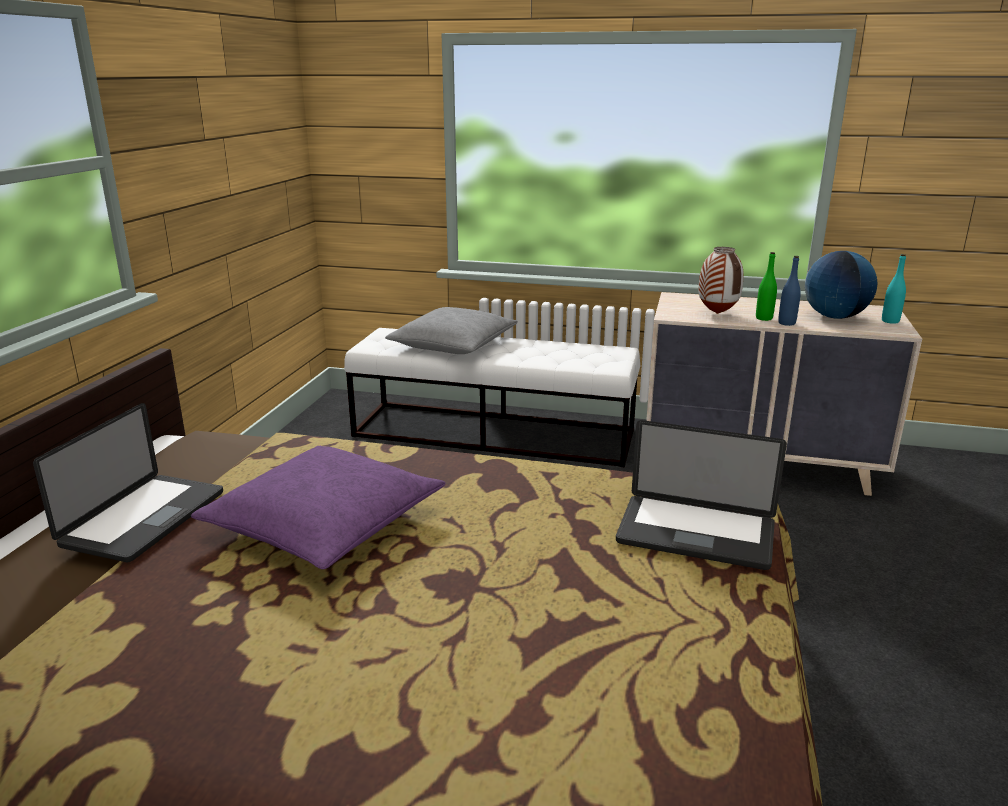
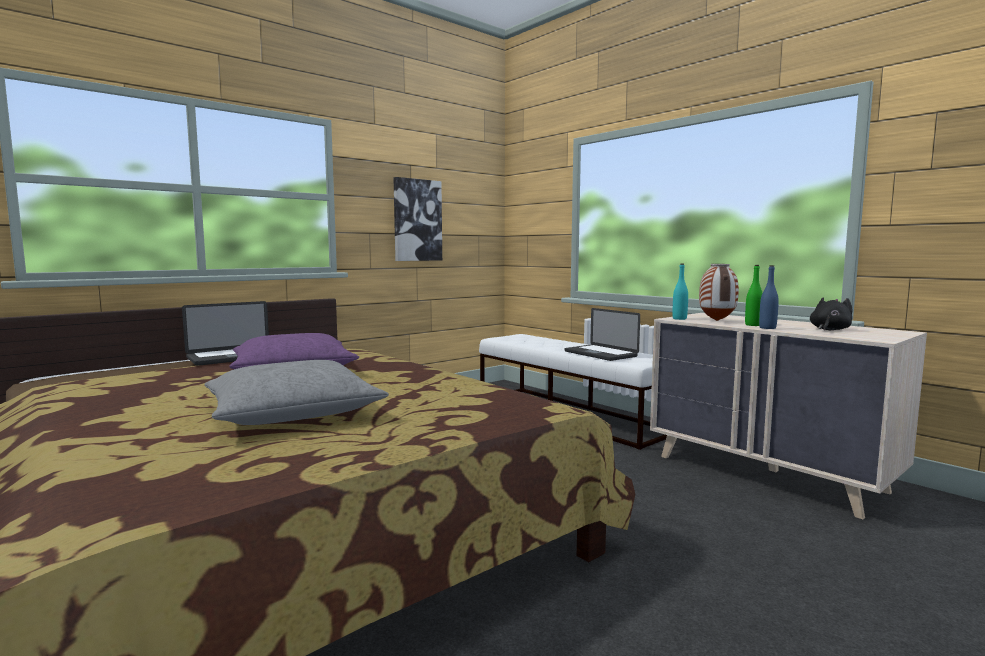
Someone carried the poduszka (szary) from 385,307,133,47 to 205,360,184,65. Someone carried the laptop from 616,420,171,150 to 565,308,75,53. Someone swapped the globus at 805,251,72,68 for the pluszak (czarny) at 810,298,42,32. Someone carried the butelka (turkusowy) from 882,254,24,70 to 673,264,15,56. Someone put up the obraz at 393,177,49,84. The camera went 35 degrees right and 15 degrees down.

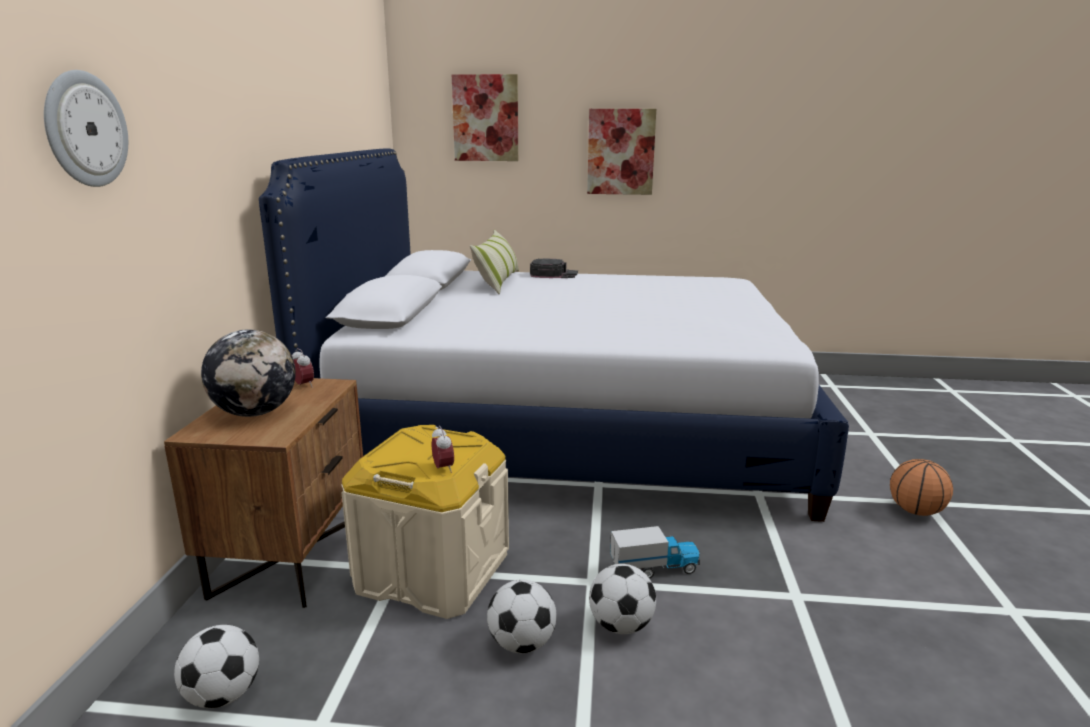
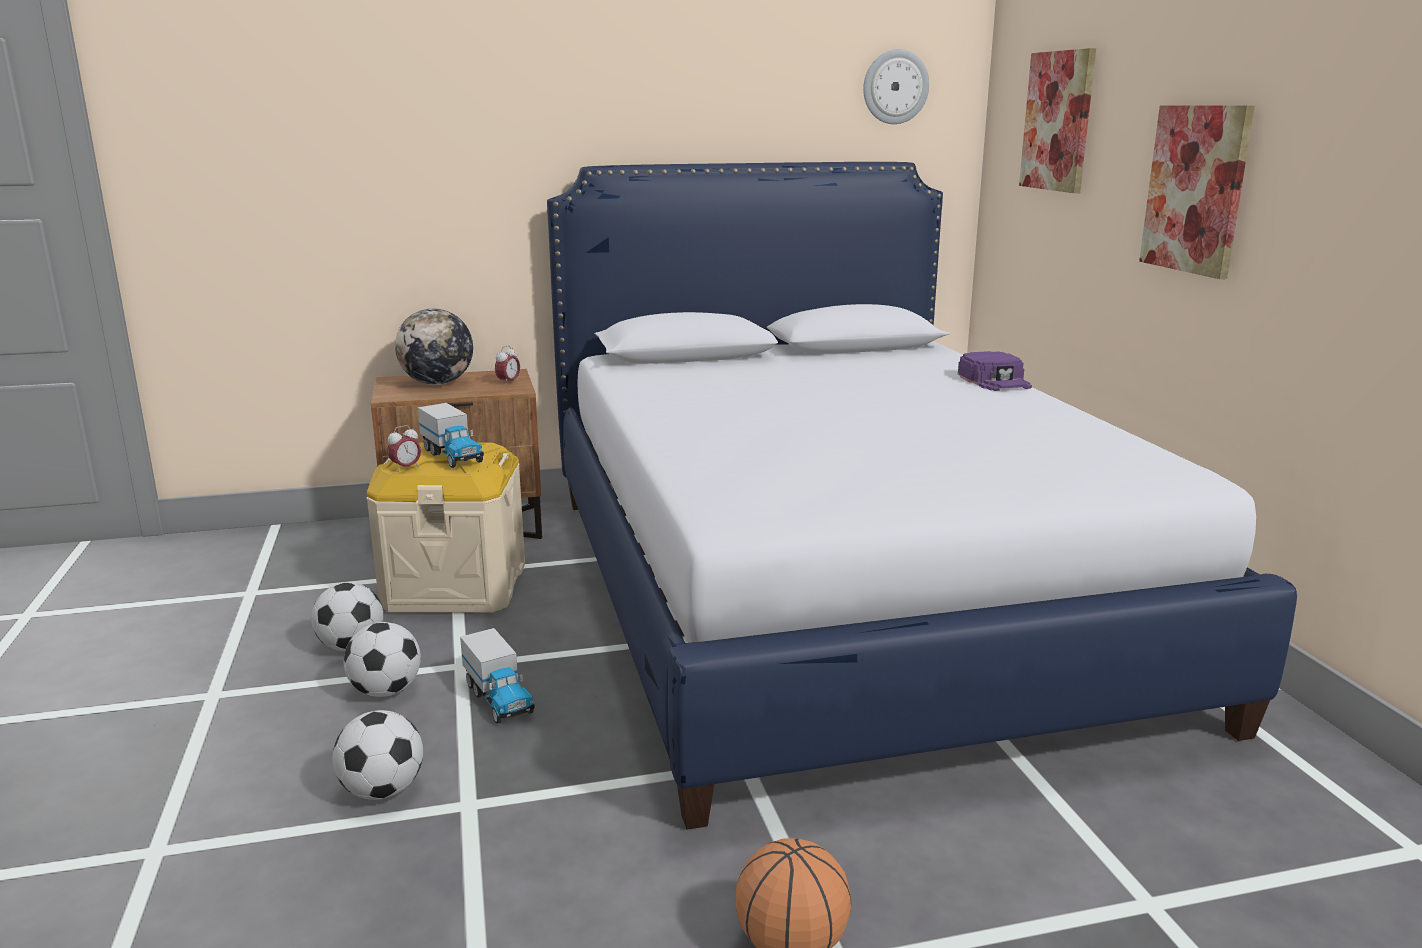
Someone carried the zegar ścienny from 44,70,84,117 to 863,49,66,75. Someone carried the piłka futbolowa from 174,625,85,83 to 333,710,90,90. Someone took away the poduszka at 470,229,49,65. Someone repainted the czapka z daszkiem (czarny) at 530,258,48,20, which became the czapka z daszkiem (fioletowy) at 958,351,74,40. Someone put down the ciężarówka zabawkowa at 418,403,66,65. The camera went 70 degrees right and 0 degrees up.

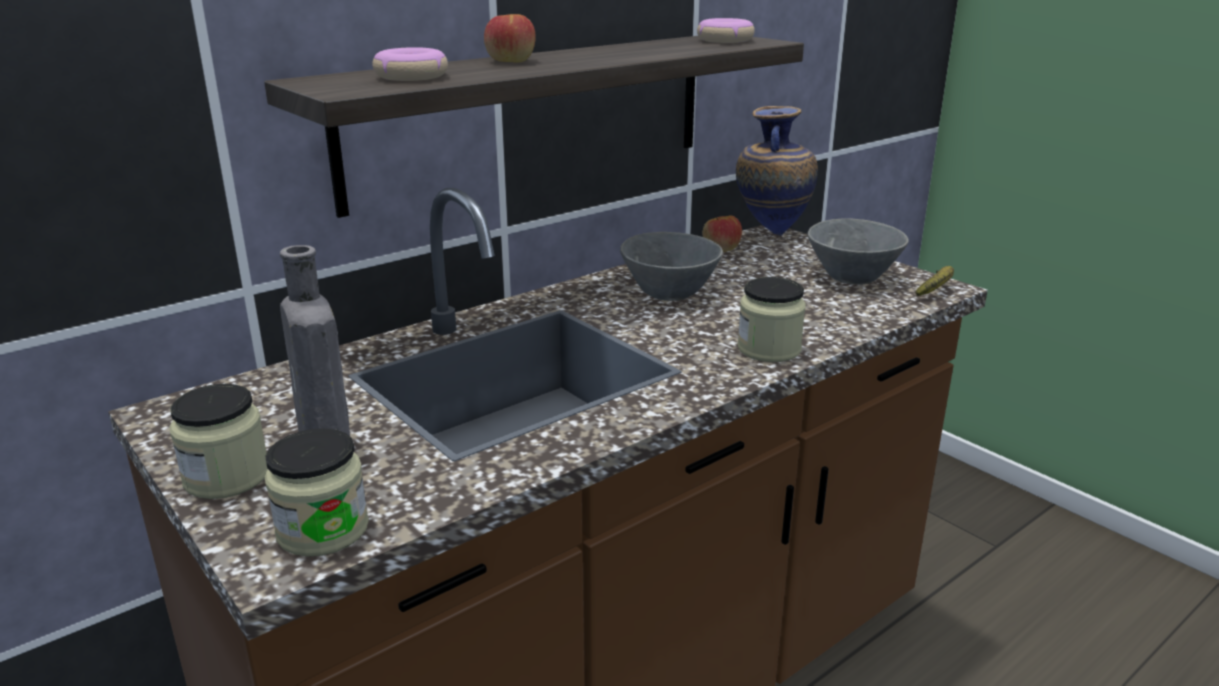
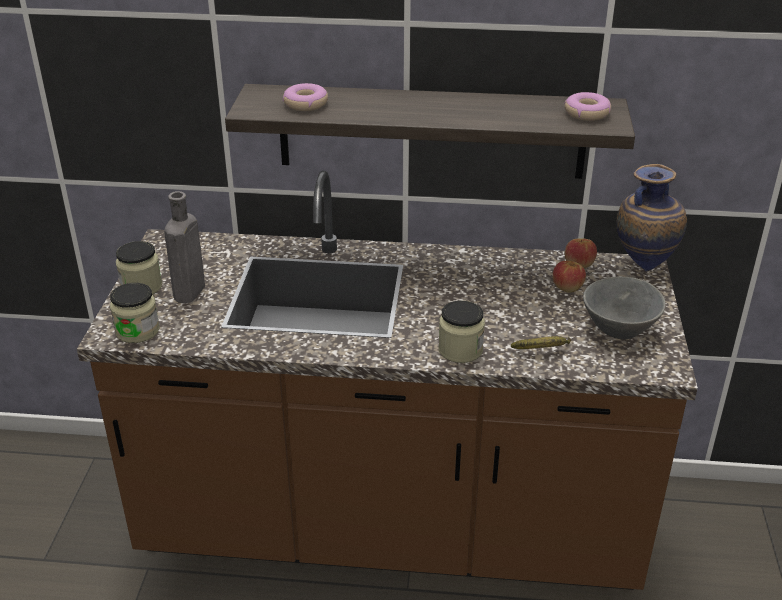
Someone carried the jabłko from 484,14,52,49 to 552,261,34,32. Someone took away the miska (szary) at 620,232,103,69. Someone carried the banan from 915,266,39,30 to 511,336,60,13. The camera went 45 degrees right and 10 degrees up.

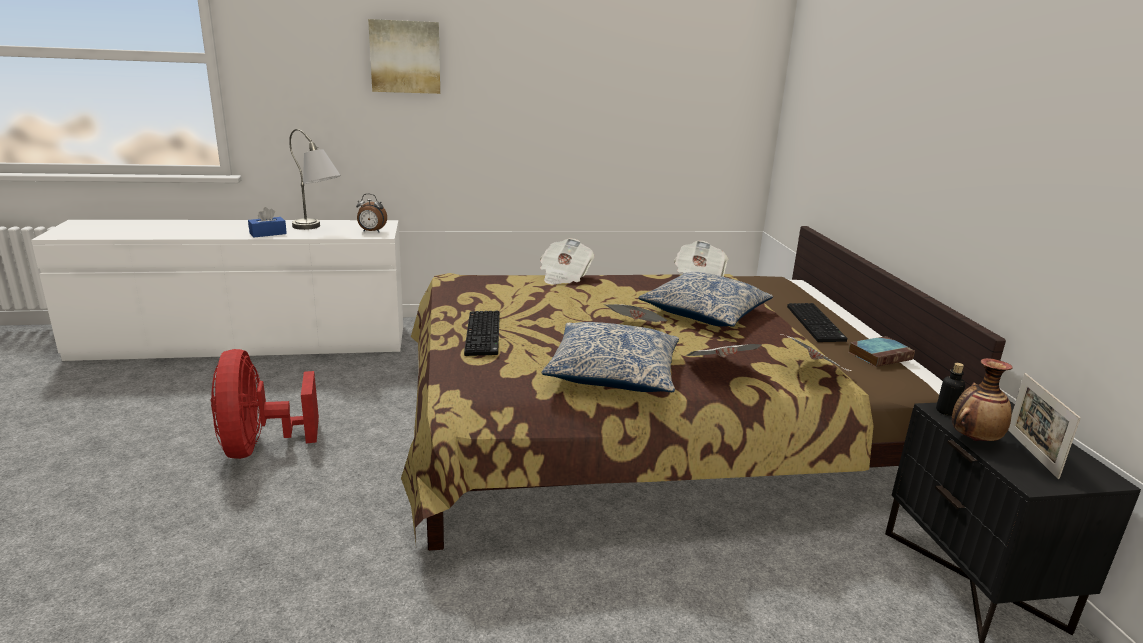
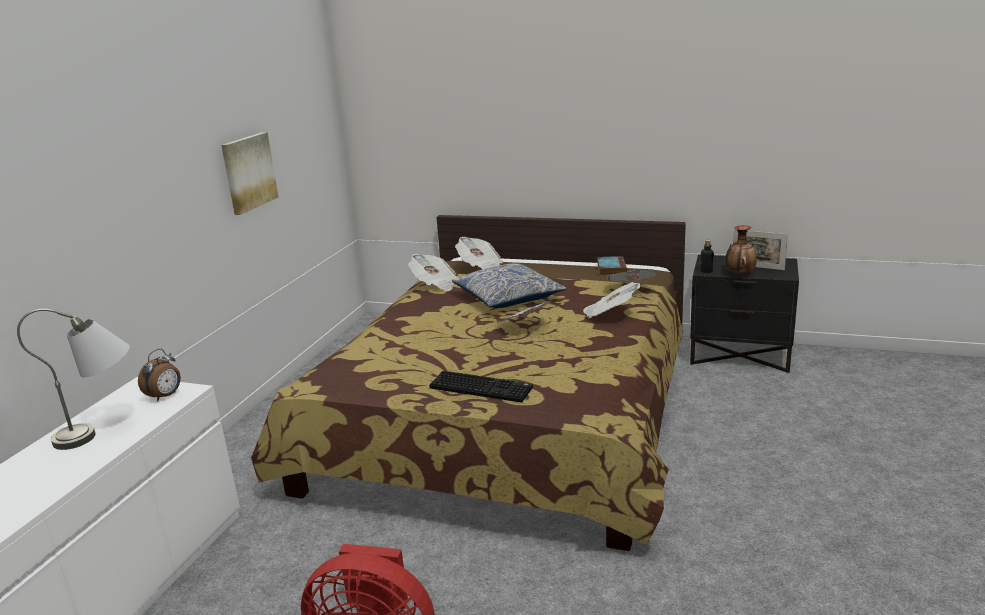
Someone took away the pudełko chusteczek (niebieski) at 248,207,39,31. Someone carried the obraz from 368,19,72,75 to 221,132,58,83. Someone carried the gazeta from 540,238,54,47 to 455,237,48,32. Someone took away the poduszka at 541,322,138,70. Someone took away the klawiatura at 787,303,60,39. The camera went 60 degrees left and 0 degrees up.

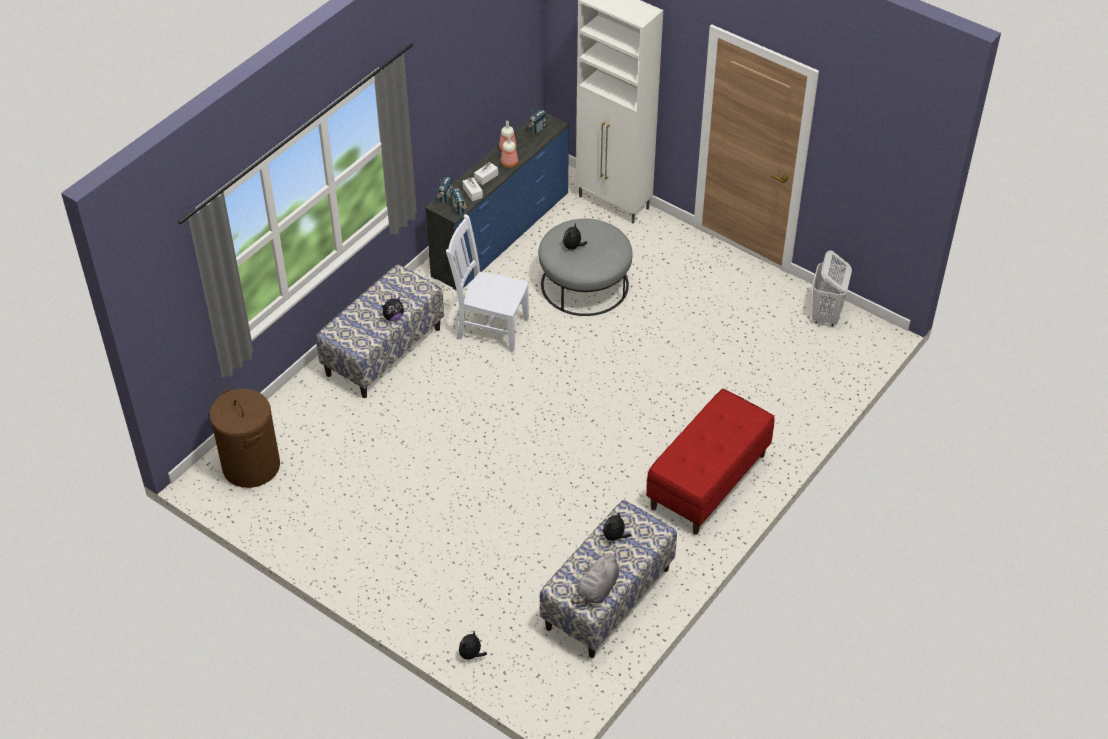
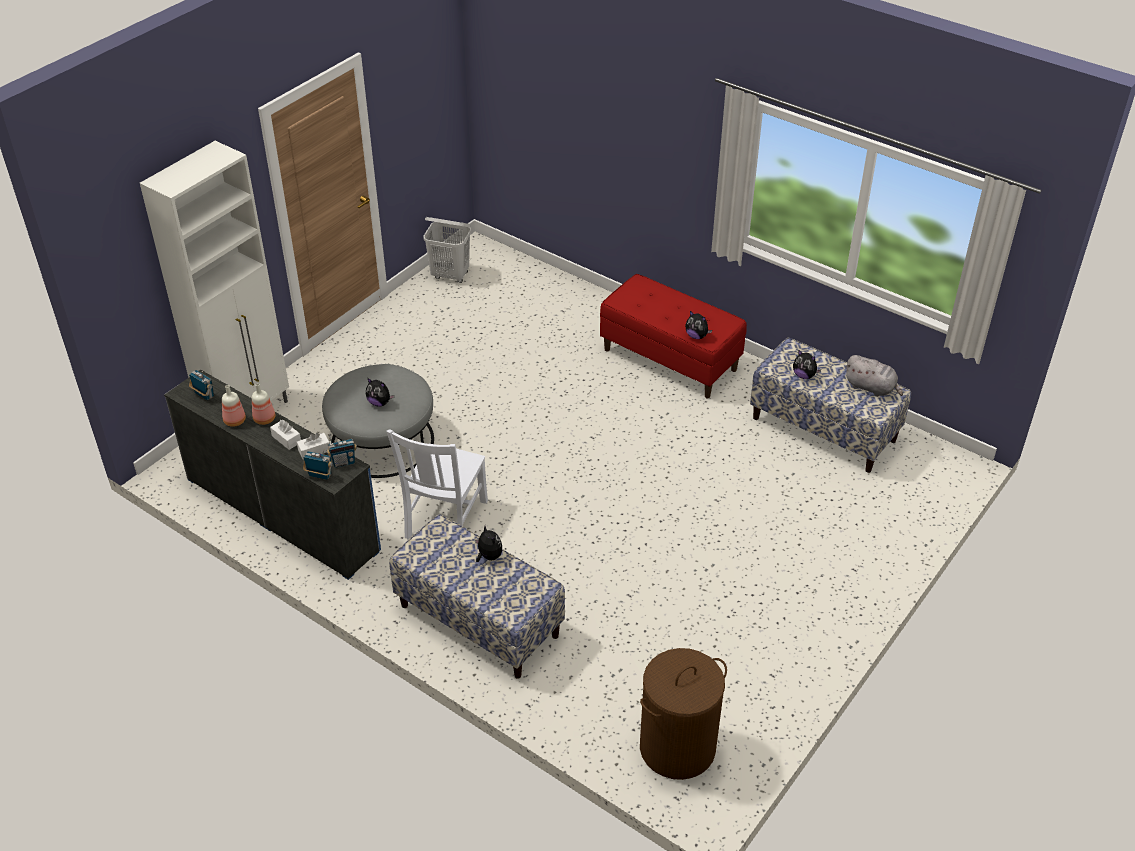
Someone carried the pluszak from 459,631,28,29 to 685,311,27,28. The camera went 90 degrees left and 5 degrees down.

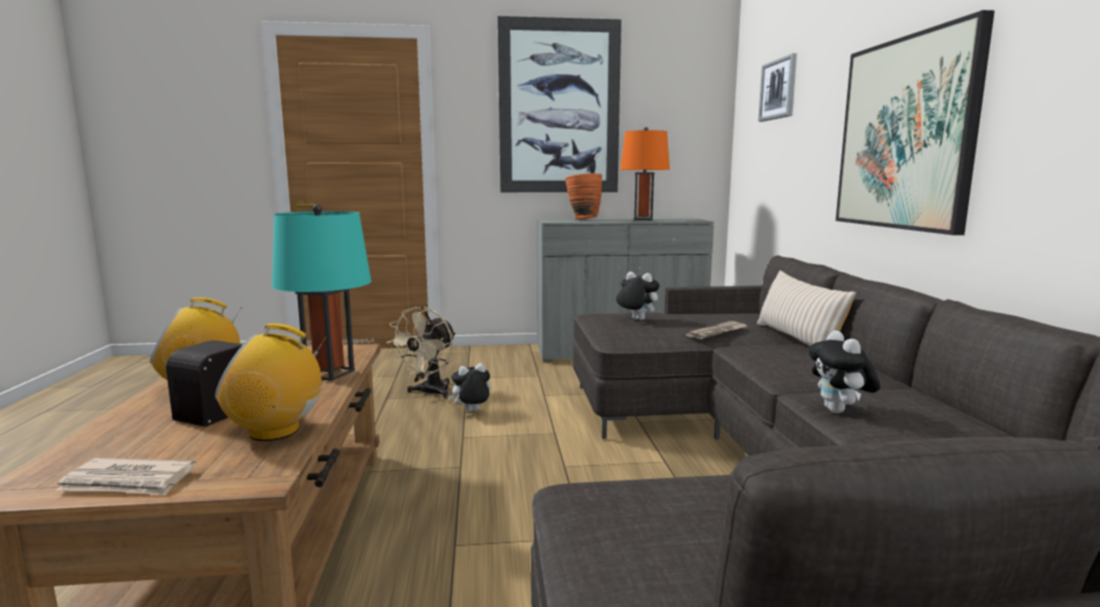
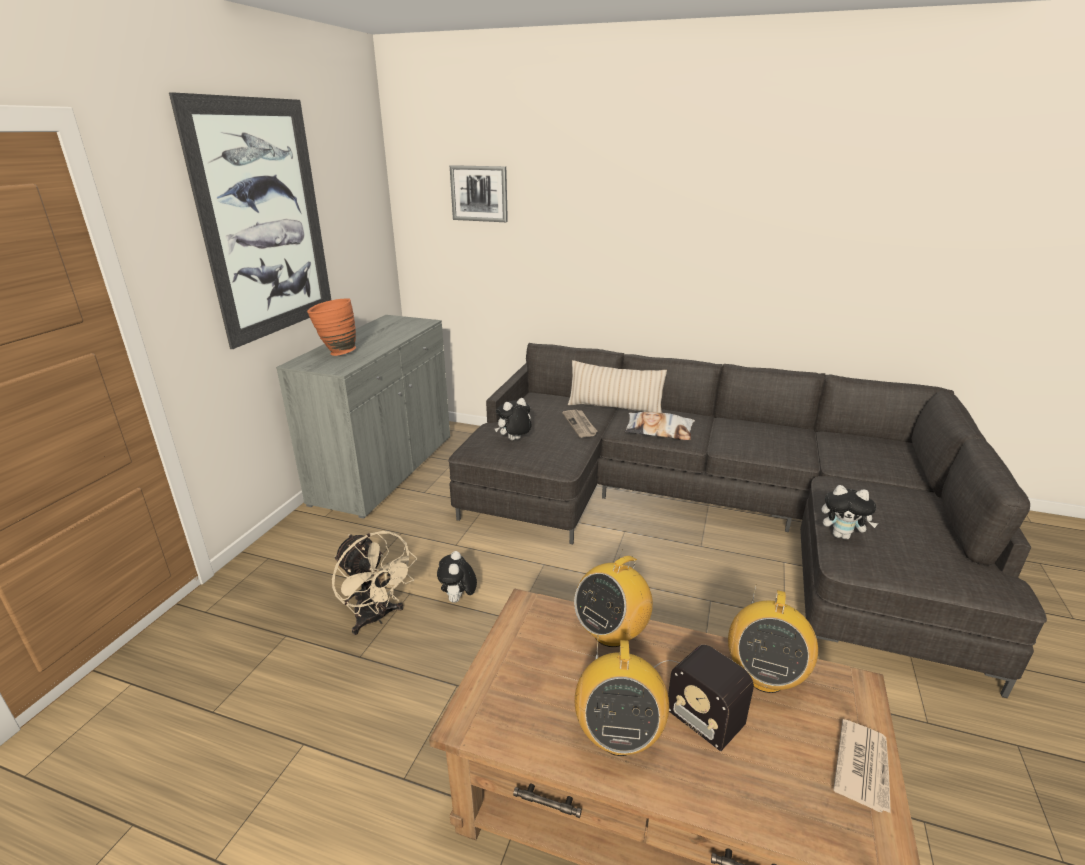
Someone swapped the lampa stołowa (turkusowy) at 272,204,99,177 for the radio at 574,550,79,97. Someone took away the lampa stołowa (pomarańczowy) at 620,127,50,93. Someone carried the pluszak from 808,330,72,83 to 821,485,57,55. Someone took away the obraz at 836,10,159,225. Someone put down the poduszka at 625,412,70,28. The camera went 65 degrees left and 15 degrees up.

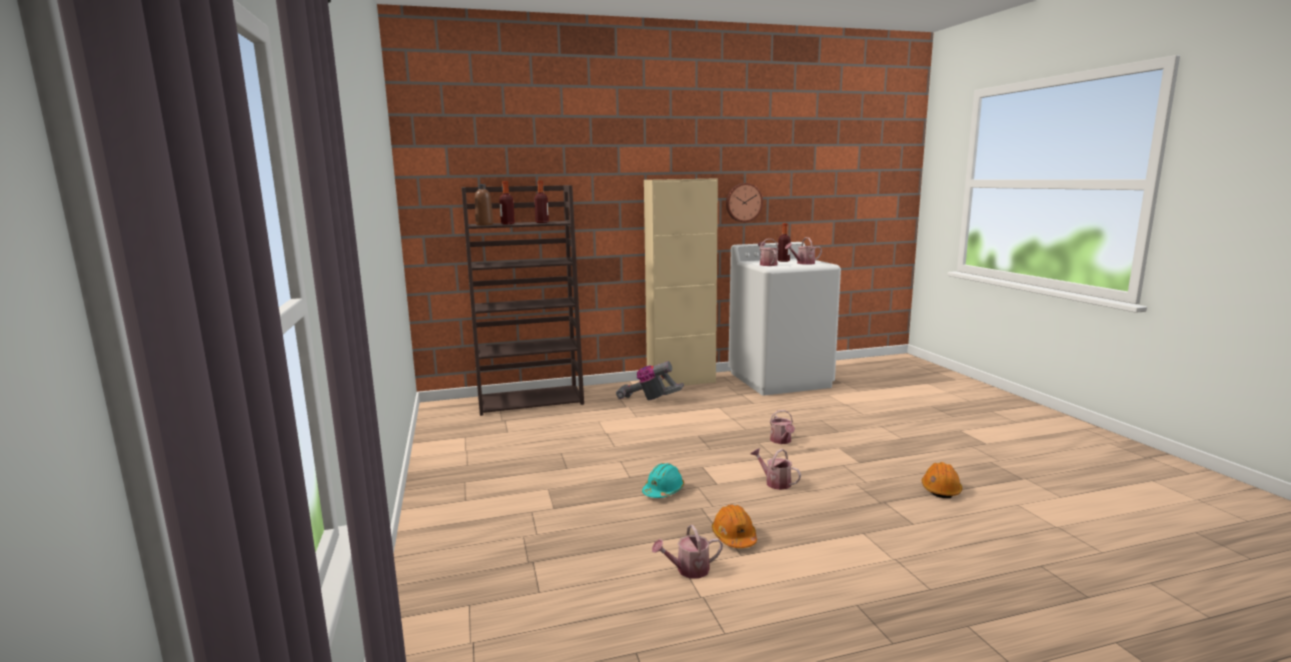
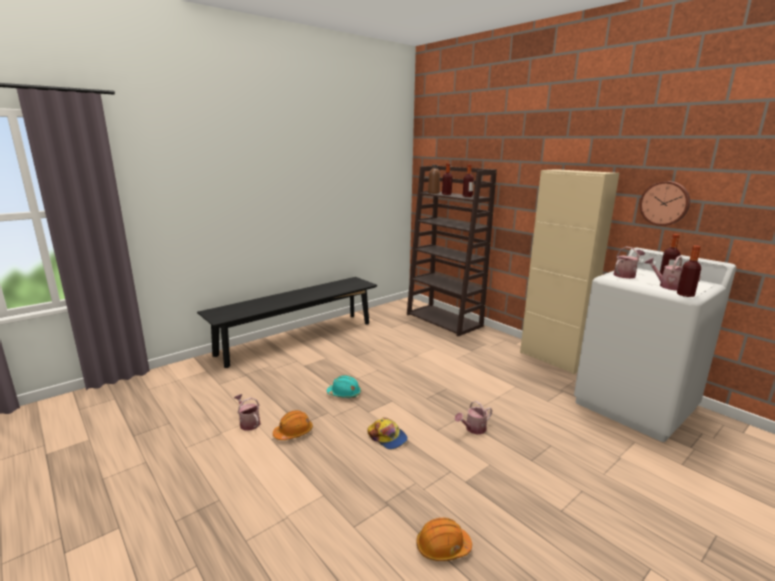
Someone took away the odkurzacz at 616,361,68,39. Someone swapped the konewka at 751,448,50,42 for the czapka z daszkiem at 367,417,41,33. Someone put down the ławka (czarny) at 197,277,180,91. Someone put down the butelka at 677,245,24,52. The camera went 65 degrees right and 5 degrees up.

